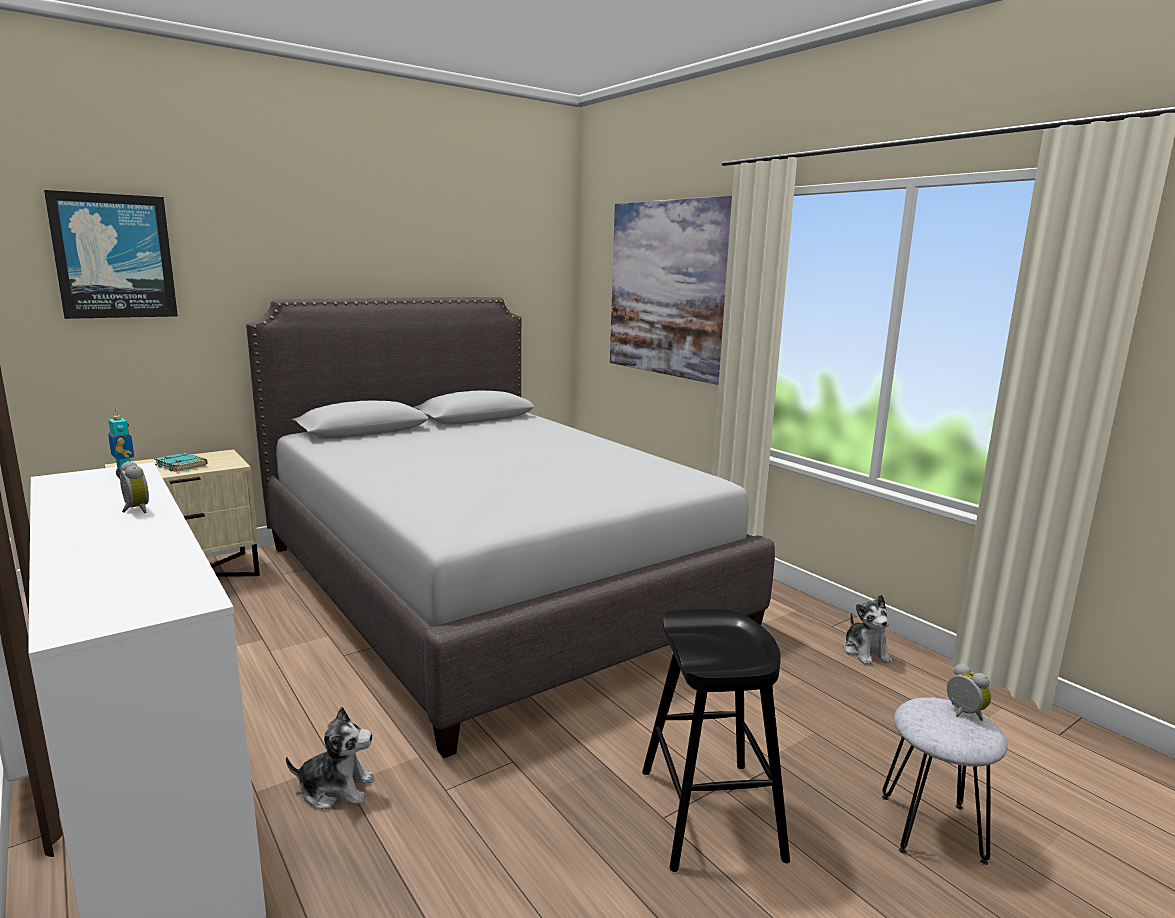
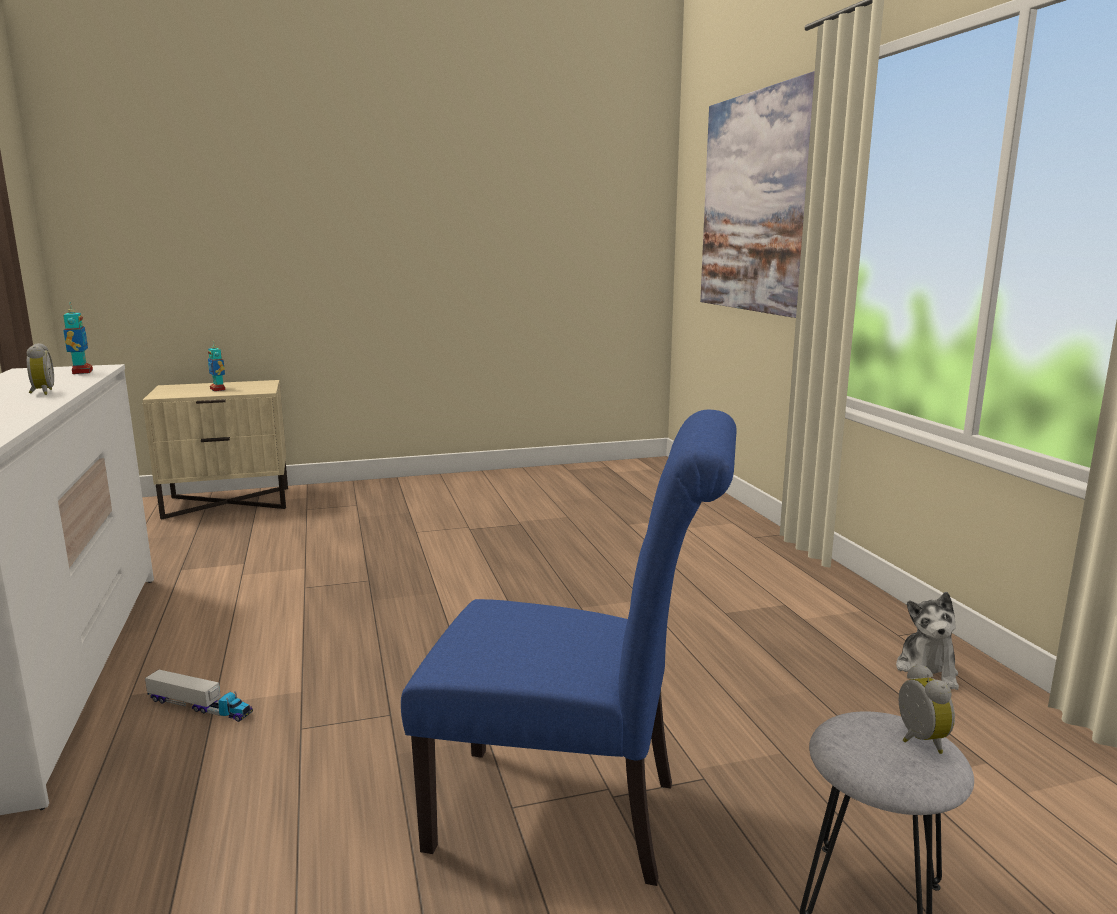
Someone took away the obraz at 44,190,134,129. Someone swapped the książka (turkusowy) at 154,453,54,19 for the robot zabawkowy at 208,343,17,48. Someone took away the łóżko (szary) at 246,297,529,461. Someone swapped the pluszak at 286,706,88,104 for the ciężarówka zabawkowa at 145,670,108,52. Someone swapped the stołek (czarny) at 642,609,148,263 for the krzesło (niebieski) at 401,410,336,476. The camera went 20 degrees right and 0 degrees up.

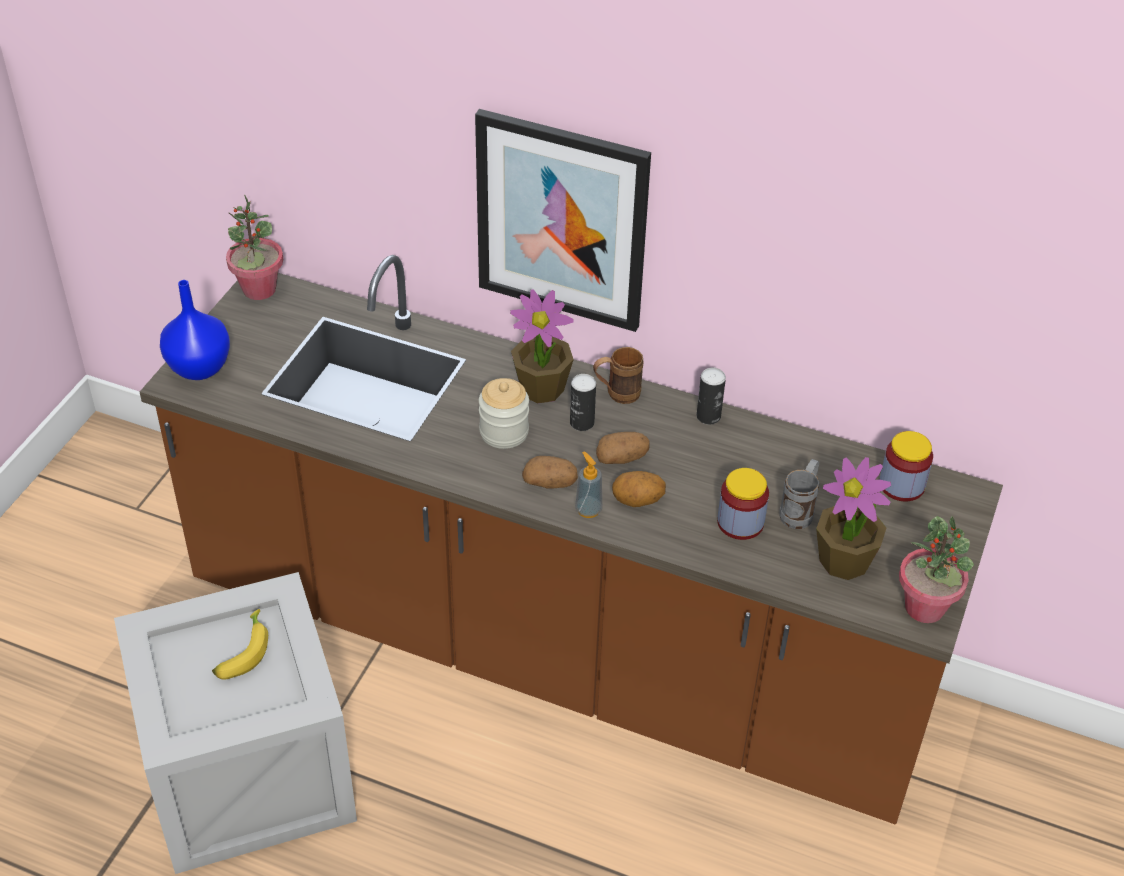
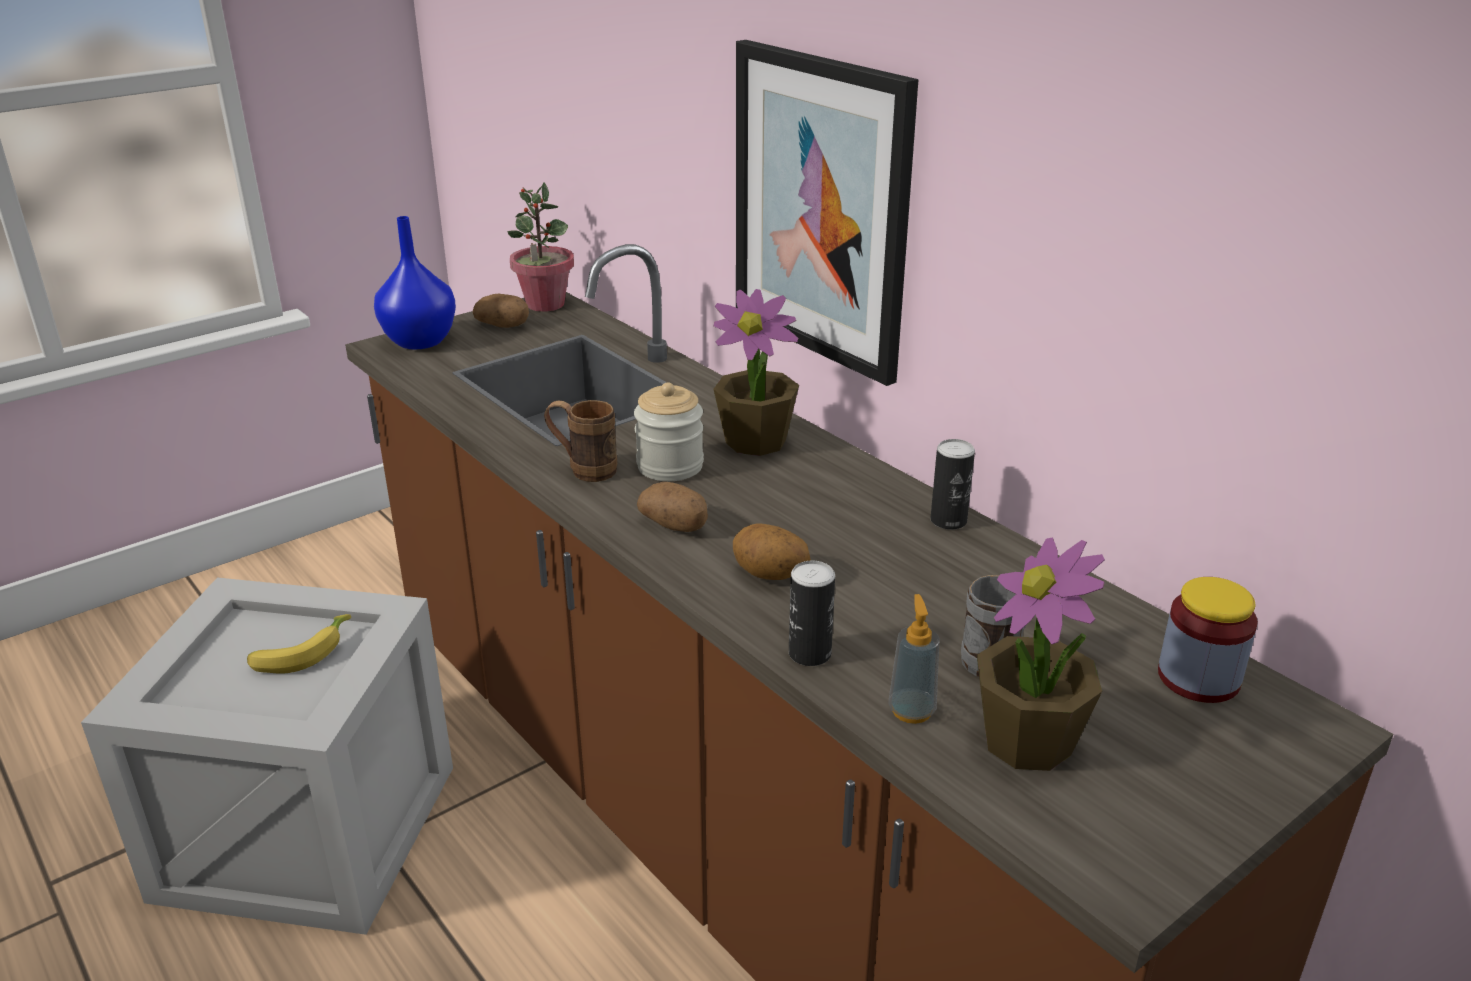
Someone carried the puszka from 570,374,26,57 to 789,561,46,105. Someone carried the dozownik mydła from 575,451,27,67 to 889,594,50,130. Someone carried the kubek (brązowy) from 593,347,50,57 to 544,400,73,82. Someone carried the ziemniak from 596,432,54,32 to 472,294,57,34. Someone took away the słoik at 717,468,52,72. Someone took away the roślina doniczkowa at 899,516,75,107. The camera went 30 degrees right and 15 degrees down.

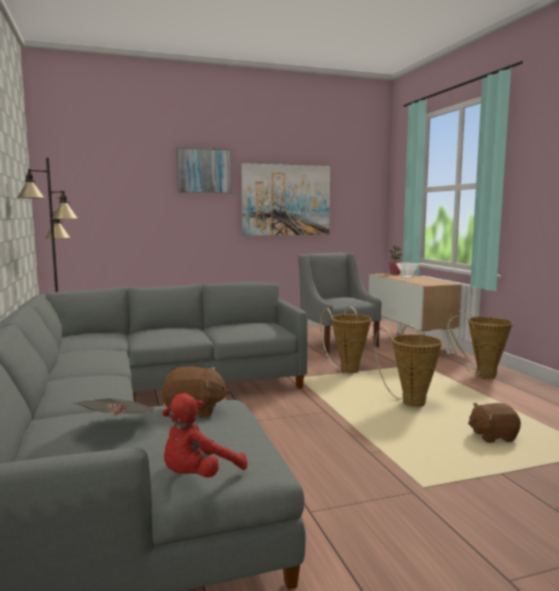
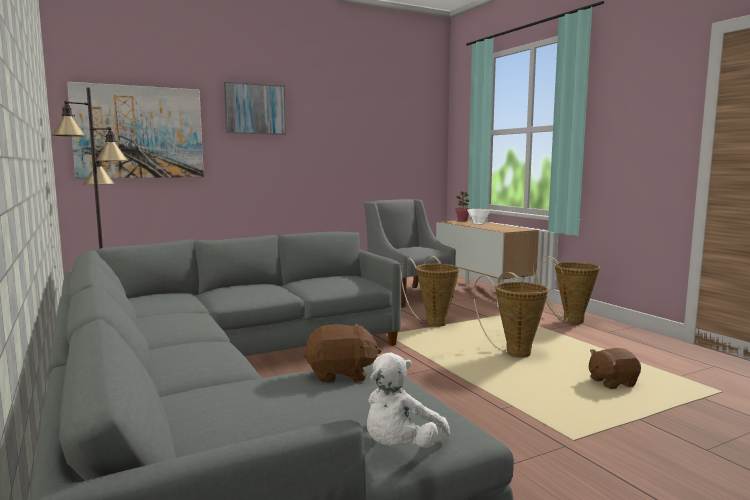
Someone took away the gazeta at 73,399,81,16. Someone repainted the pluszak (czerwony) at 162,393,85,85, which became the pluszak (biały) at 367,353,83,95. Someone carried the obraz from 241,163,89,73 to 67,82,137,97. The camera went 10 degrees left and 0 degrees up.

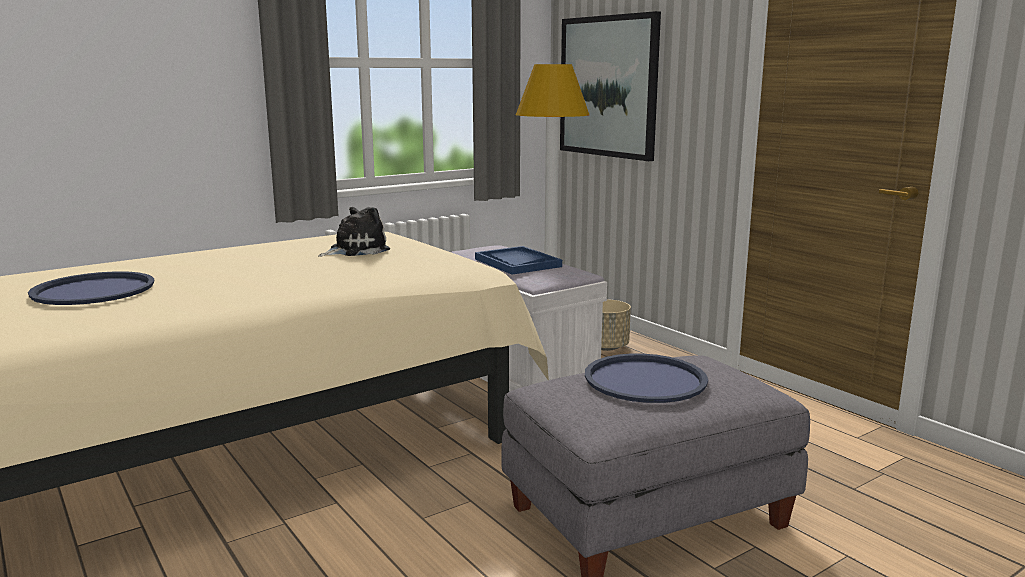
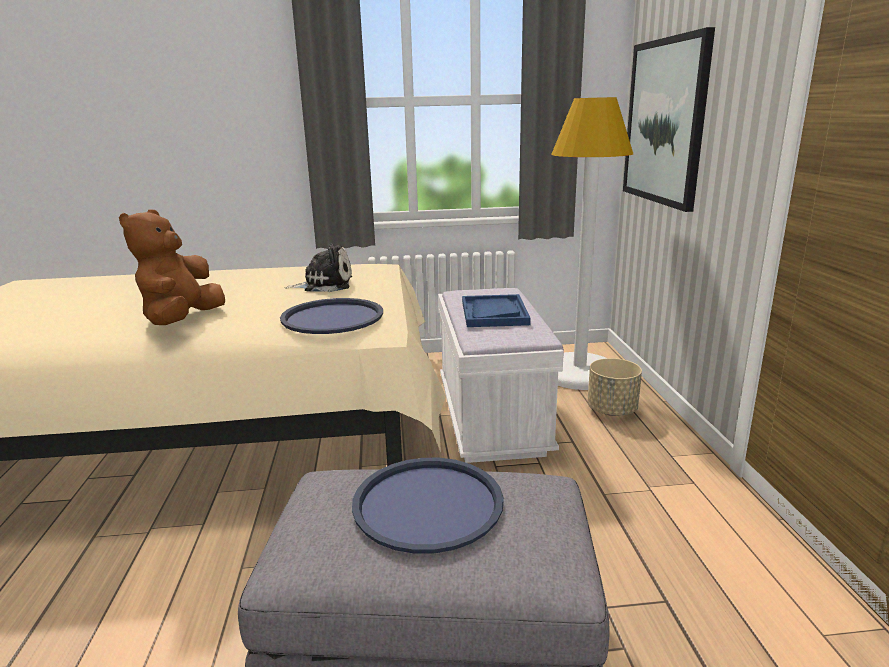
Someone carried the taca (niebieski) from 28,271,127,34 to 280,298,103,36. Someone put down the pluszak (brązowy) at 119,209,106,116. The camera went 30 degrees right and 5 degrees up.

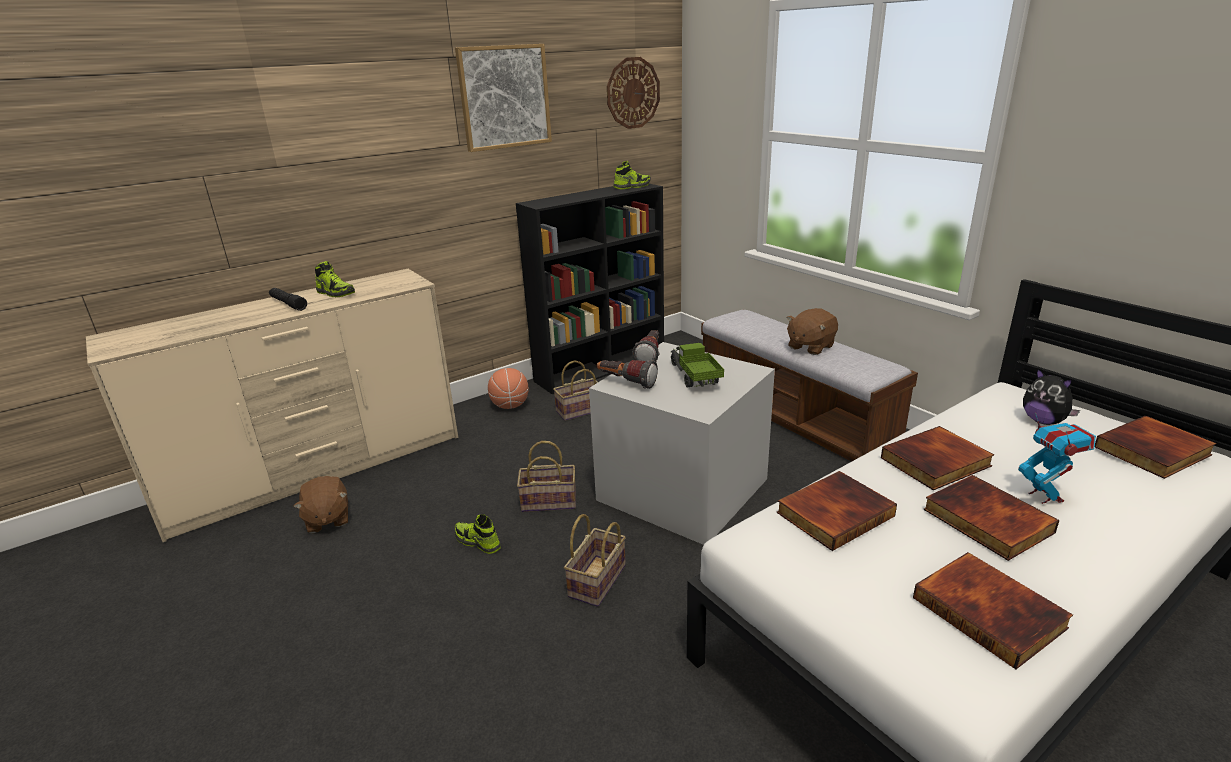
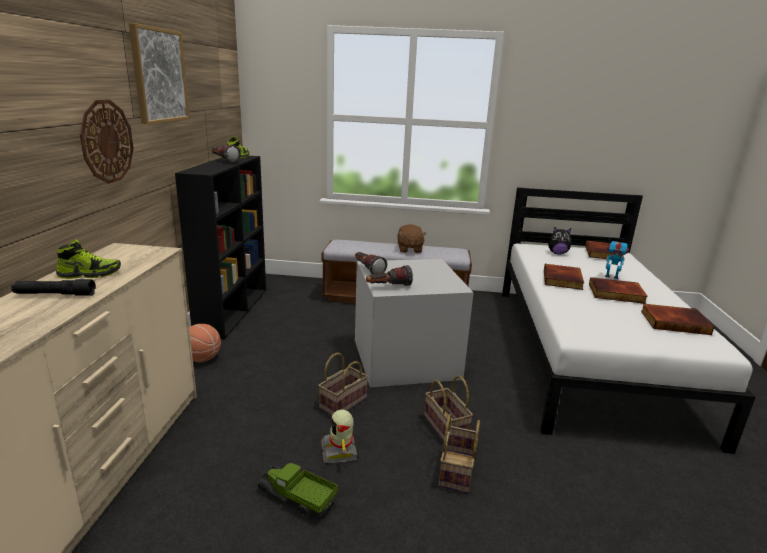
Someone took away the pluszak (brązowy) at 293,476,55,57. Someone swapped the but at 455,514,46,40 for the robot zabawkowy at 321,410,37,53. Someone carried the koszyk from 553,361,45,60 to 439,414,41,79. Someone carried the zegar ścienny from 607,57,53,72 to 80,100,54,84. Someone carried the ciężarówka zabawkowa from 671,343,53,45 to 257,463,81,55. Someone took away the książka at 776,471,121,80. Someone put down the latarka at 211,144,30,19. The camera went 50 degrees left and 5 degrees down.

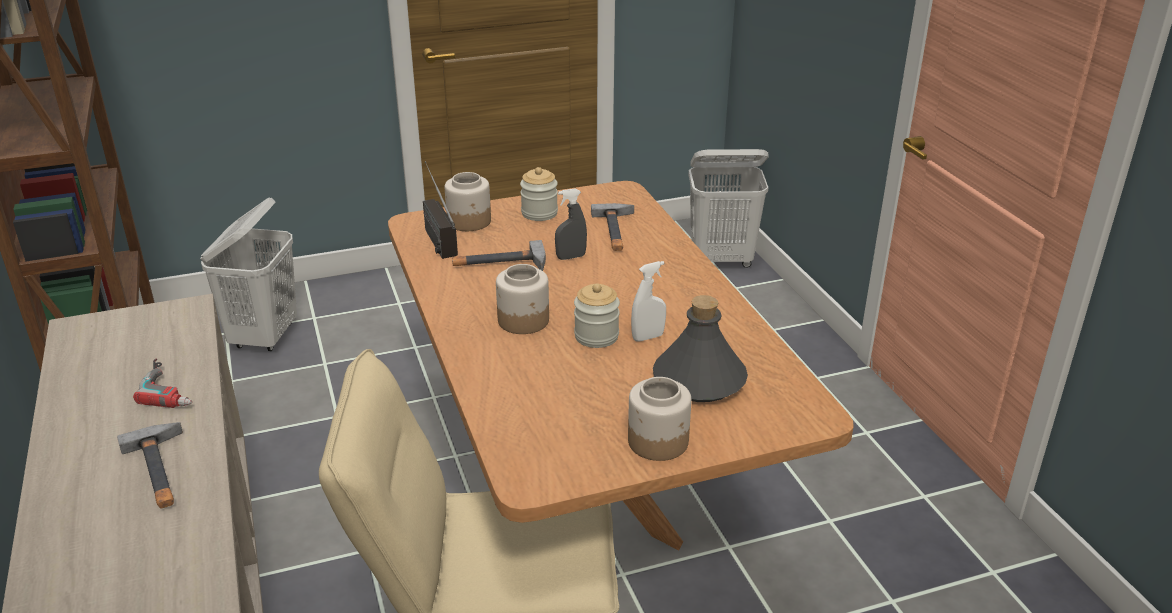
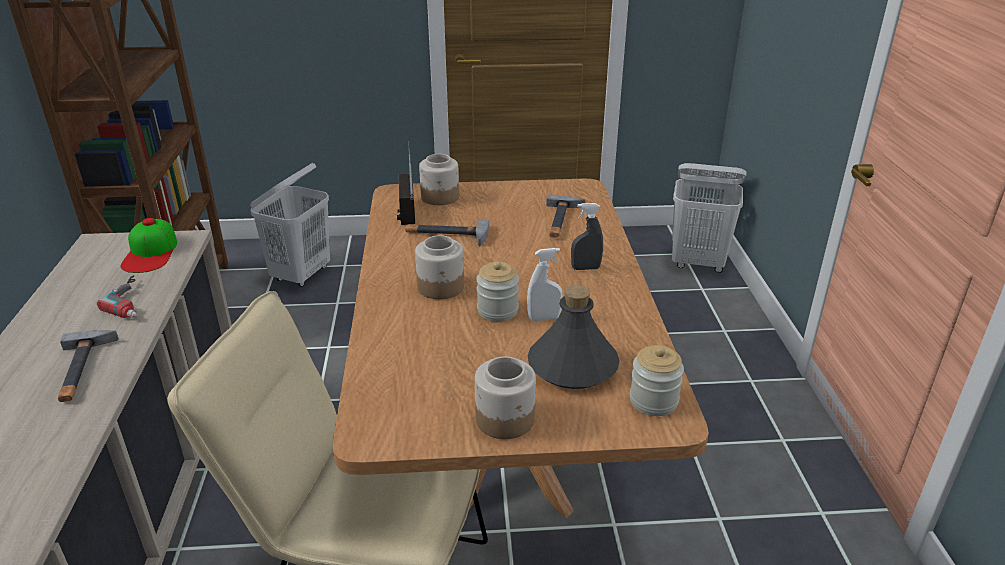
Someone carried the słoik from 520,167,38,54 to 630,345,54,71. Someone carried the spryskiwacz (szary) from 555,188,32,72 to 571,203,32,67. Someone put down the czapka z daszkiem at 121,218,56,55. The camera went 15 degrees right and 0 degrees up.

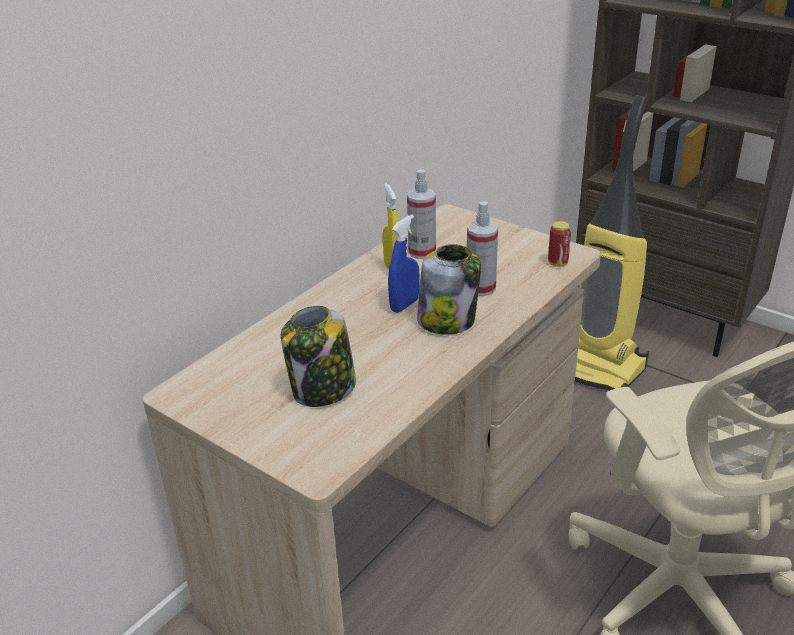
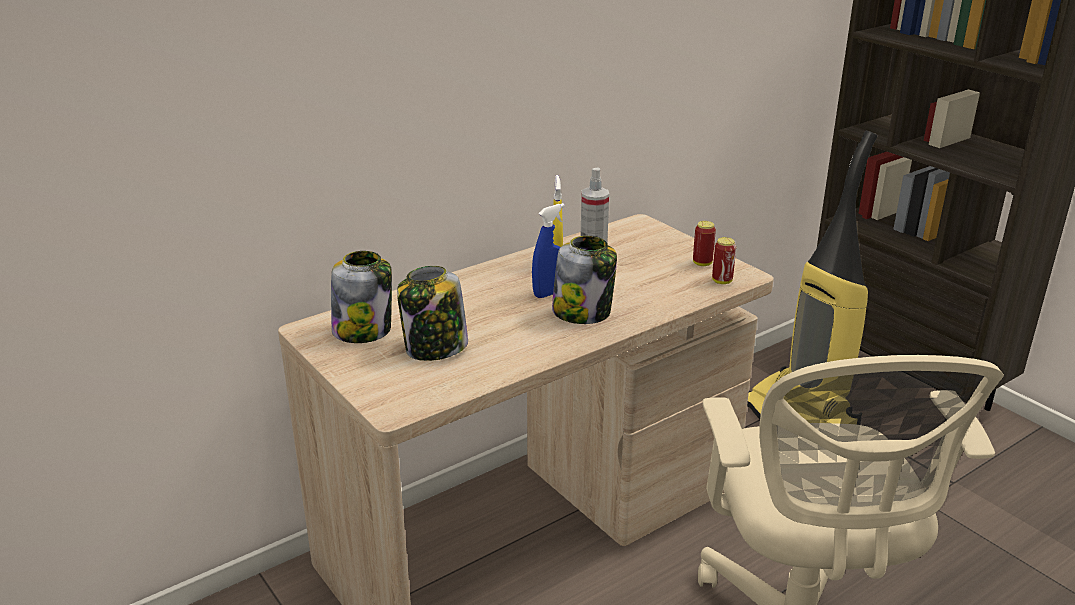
Someone took away the spryskiwacz at 467,202,31,94. Someone put down the słoik at 331,251,61,92. Someone put down the puszka at 693,221,23,45. The camera went 15 degrees right and 5 degrees down.

